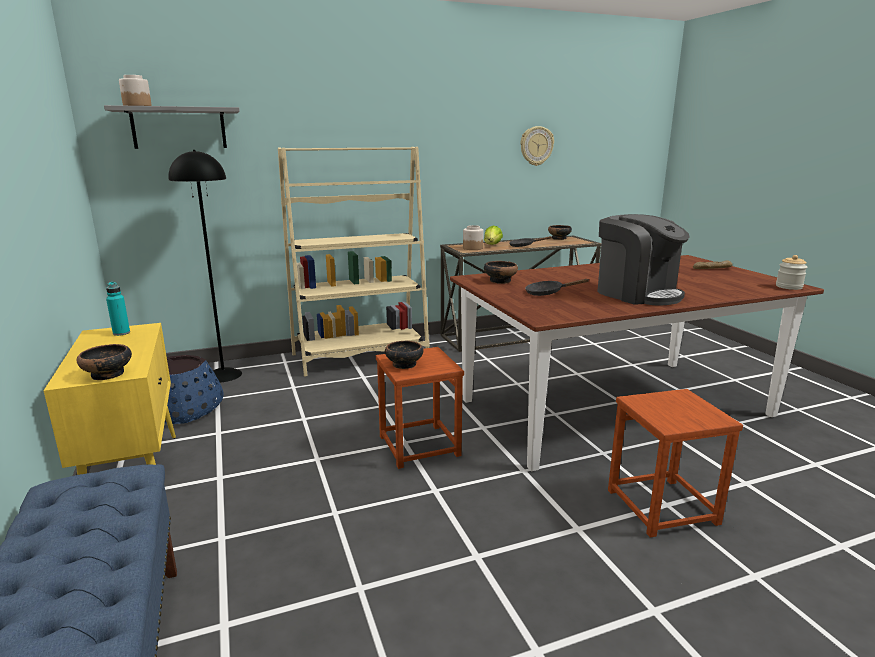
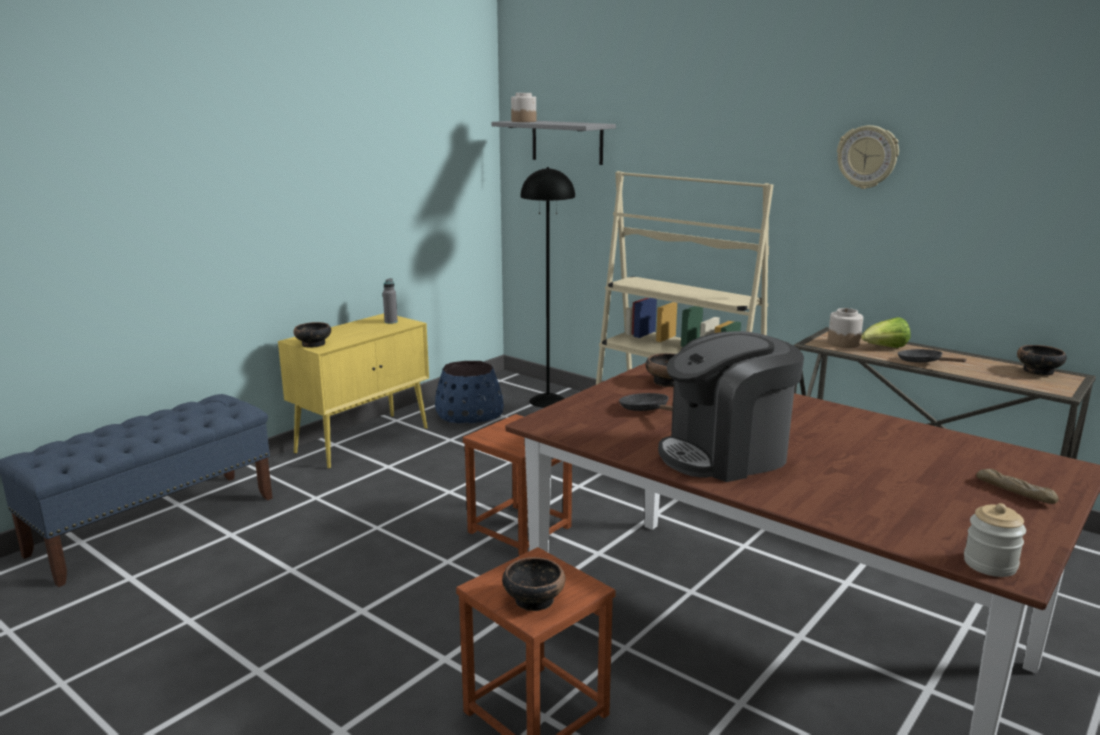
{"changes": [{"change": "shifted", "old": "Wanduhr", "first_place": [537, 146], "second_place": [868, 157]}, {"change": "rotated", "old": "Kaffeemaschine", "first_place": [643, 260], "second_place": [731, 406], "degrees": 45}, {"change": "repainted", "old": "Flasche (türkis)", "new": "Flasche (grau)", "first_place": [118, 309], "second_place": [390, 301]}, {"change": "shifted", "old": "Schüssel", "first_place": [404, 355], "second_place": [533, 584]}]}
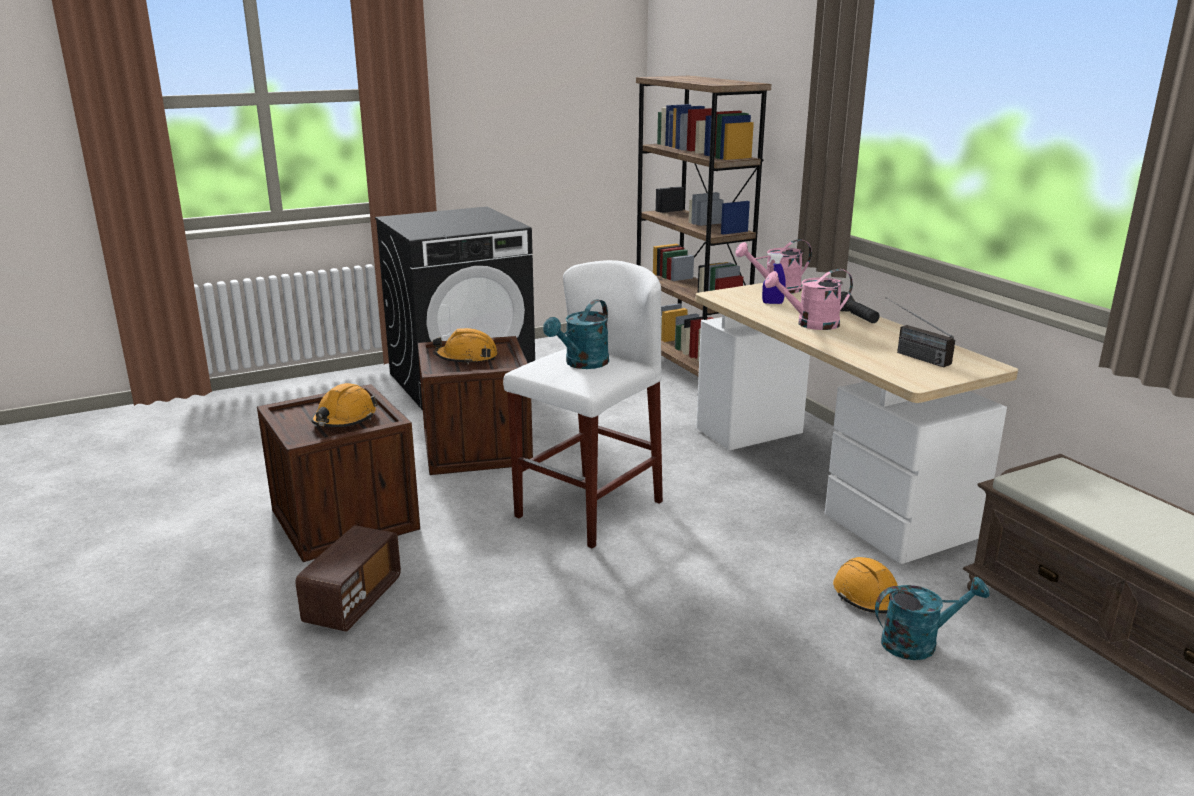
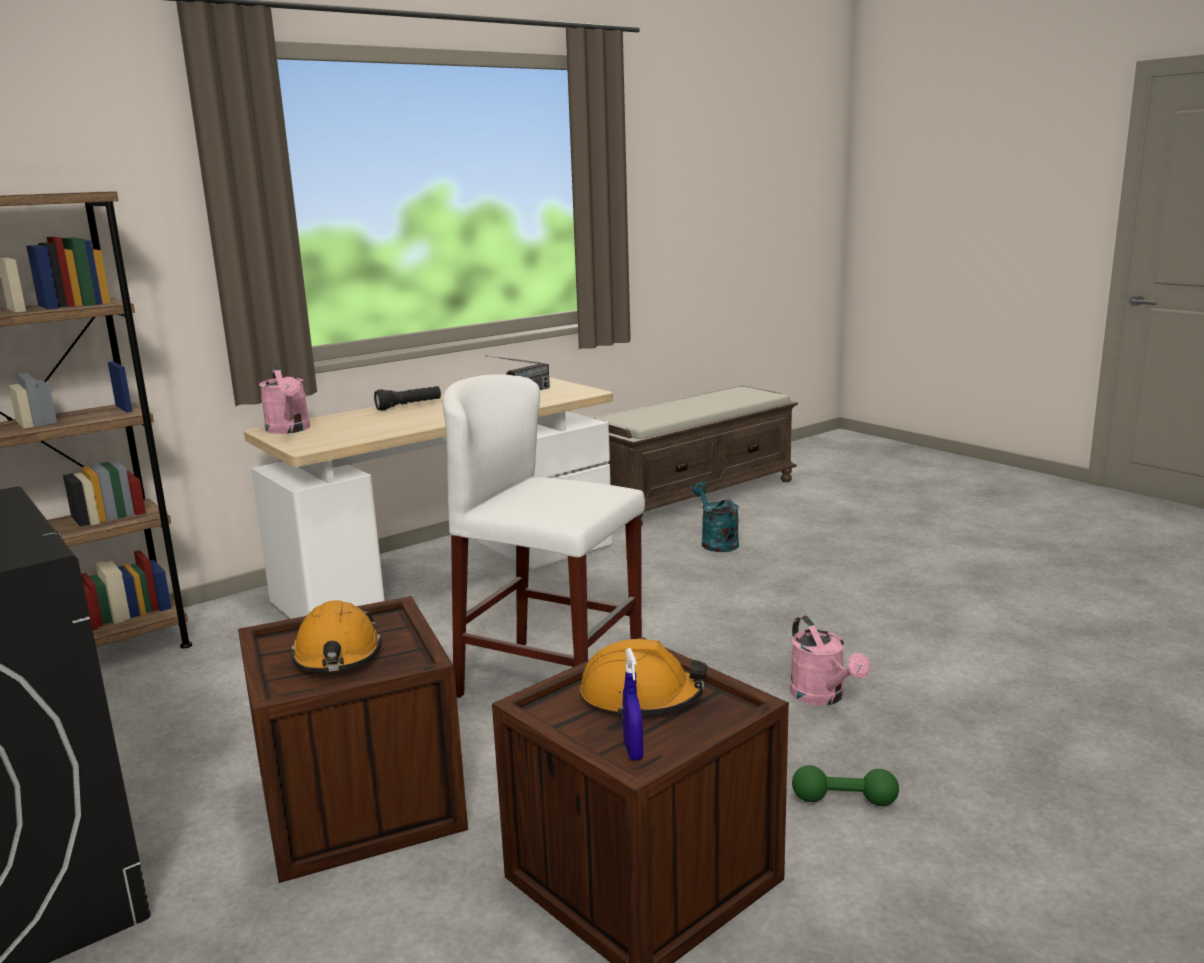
{"changes": [{"change": "shifted", "old": "Sprühflasche (blau)", "first_place": [774, 278], "second_place": [633, 704]}, {"change": "shifted", "old": "Gießkanne (rosa)", "first_place": [809, 299], "second_place": [830, 660]}, {"change": "gone", "old": "Gießkanne (türkis)", "first_place": [576, 334]}, {"change": "swapped", "old": "Radio", "new": "Hantel (grün)", "first_place": [348, 578], "second_place": [845, 785]}, {"change": "gone", "old": "Schutzhelm (orange)", "first_place": [865, 585]}]}
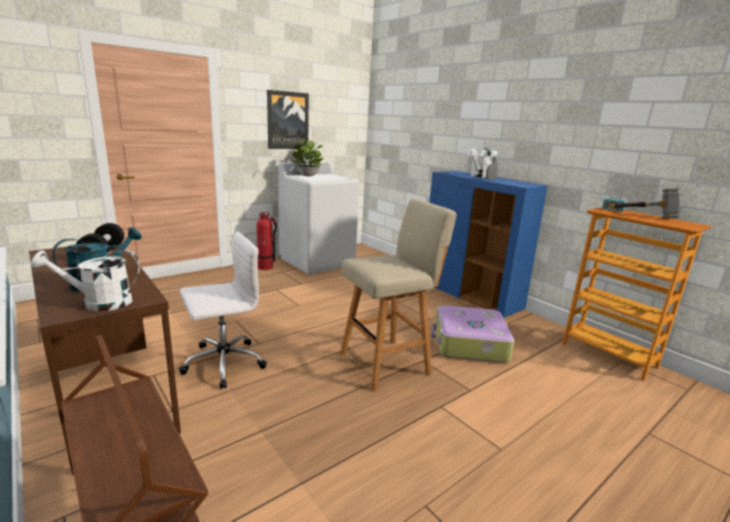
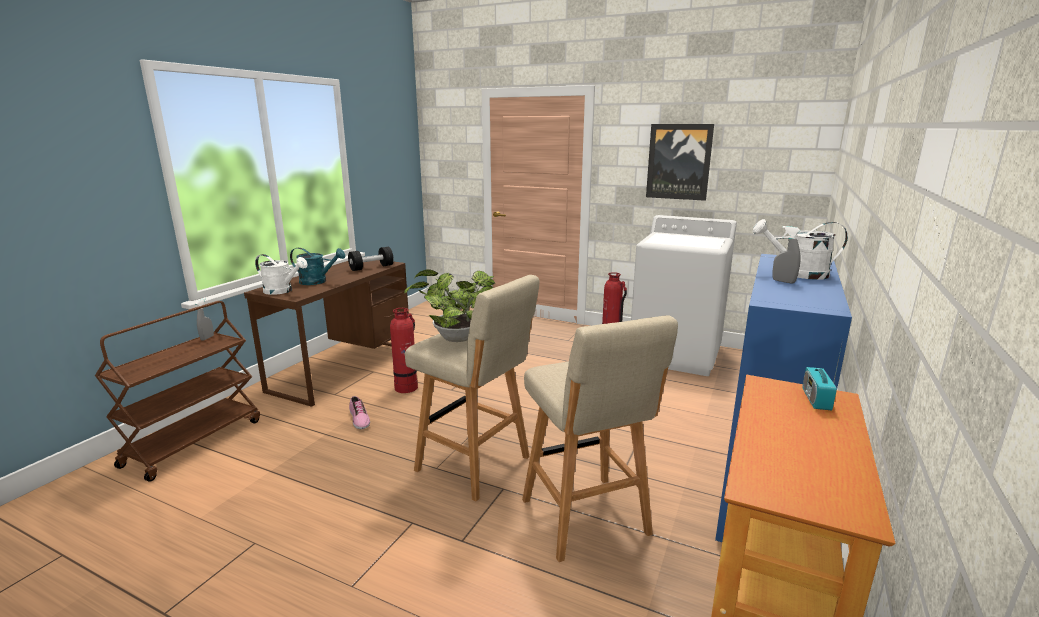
{"changes": [{"change": "shifted", "old": "Topfpflanze", "first_place": [308, 157], "second_place": [449, 305]}, {"change": "gone", "old": "Hammer", "first_place": [644, 203]}, {"change": "swapped", "old": "Bürostuhl (weiß)", "new": "Feuerlöscher", "first_place": [223, 310], "second_place": [404, 350]}, {"change": "rotated", "old": "Gießkanne (weiß)", "first_place": [85, 280], "second_place": [281, 274], "degrees": 150}, {"change": "swapped", "old": "Koffer", "new": "Hocker (beige)", "first_place": [472, 334], "second_place": [600, 438]}, {"change": "new", "new": "Sprühflasche (grau)", "second_place": [204, 319]}, {"change": "new", "new": "Schuh", "second_place": [359, 412]}]}
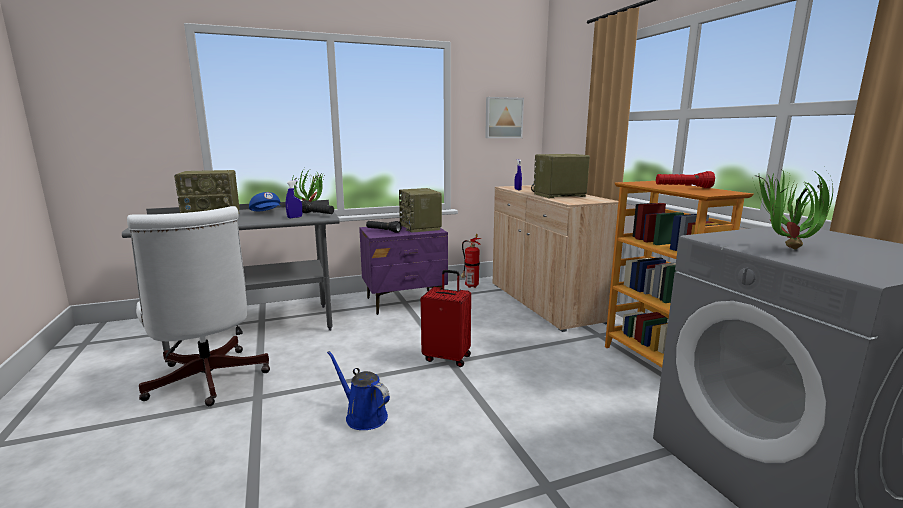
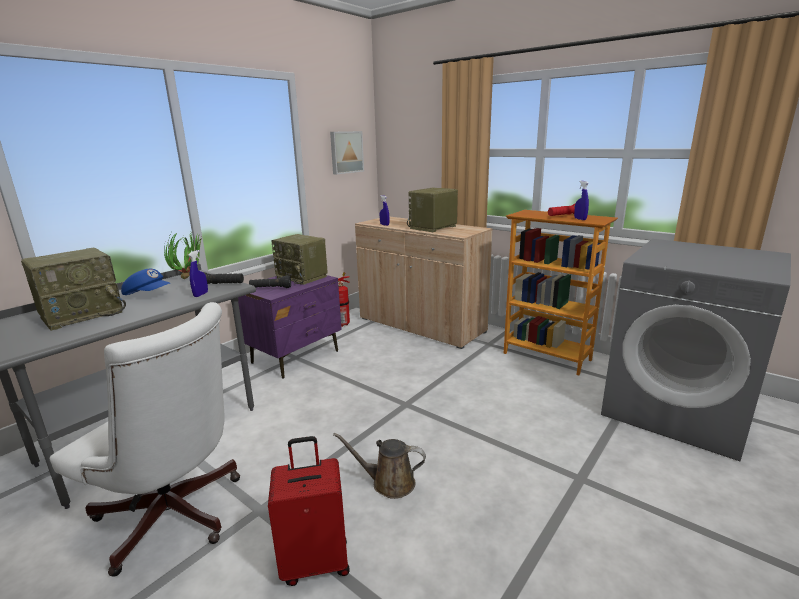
{"changes": [{"change": "gone", "old": "Topfpflanze", "first_place": [793, 210]}, {"change": "shifted", "old": "Koffer (rot)", "first_place": [446, 318], "second_place": [309, 511]}, {"change": "repainted", "old": "Gießkanne (blau)", "new": "Gießkanne (braun)", "first_place": [358, 390], "second_place": [379, 466]}, {"change": "new", "new": "Sprühflasche (blau)", "second_place": [581, 200]}]}
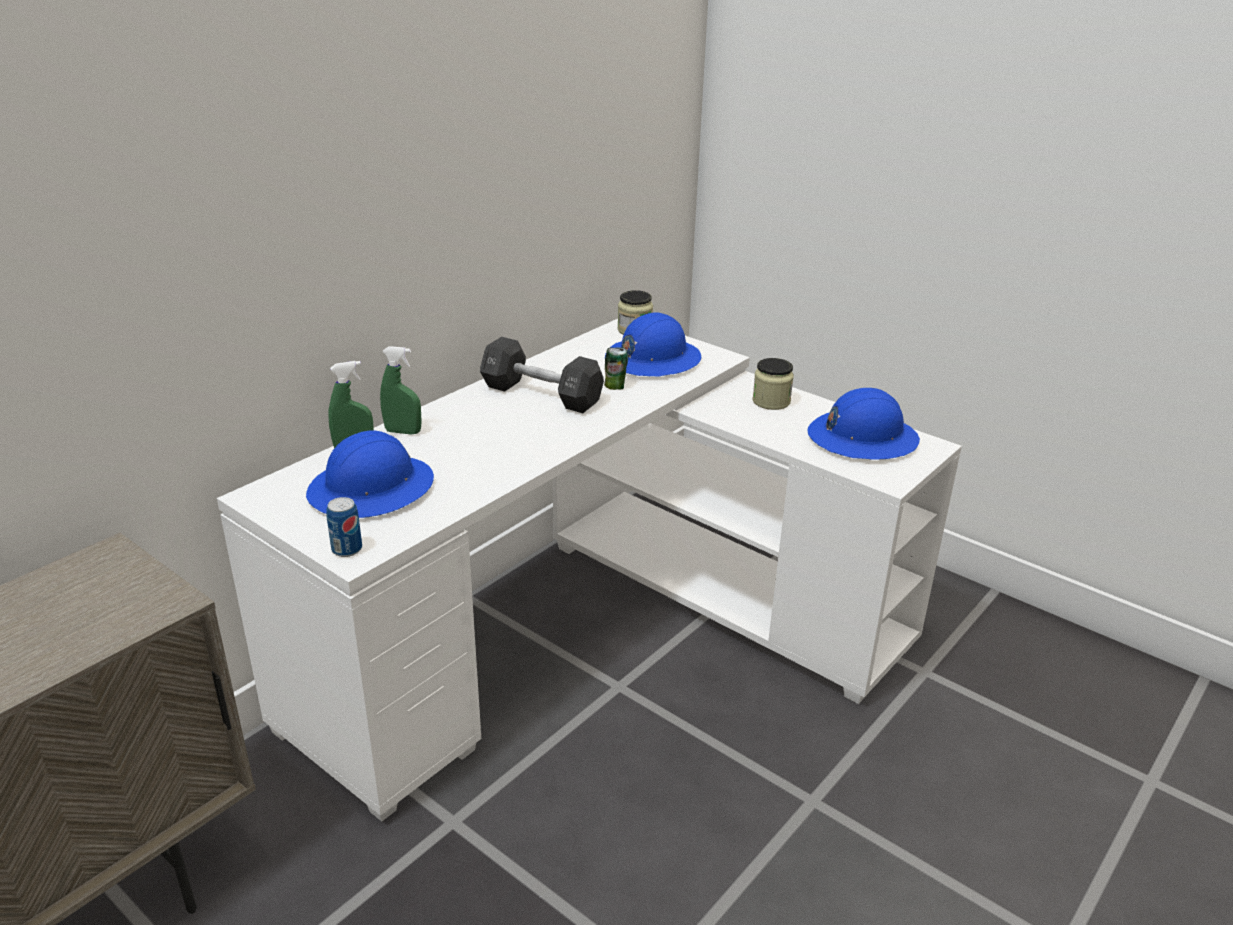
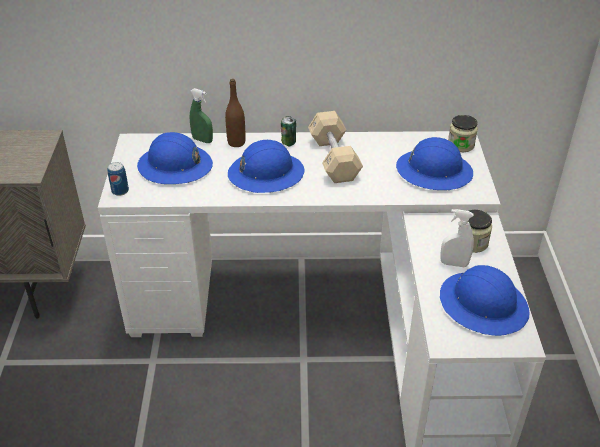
{"changes": [{"change": "repainted", "old": "Hantel (schwarz)", "new": "Hantel (beige)", "first_place": [542, 375], "second_place": [335, 147]}, {"change": "swapped", "old": "Sprühflasche (grün)", "new": "Flasche (braun)", "first_place": [401, 390], "second_place": [235, 113]}, {"change": "shifted", "old": "Dose", "first_place": [616, 368], "second_place": [288, 131]}, {"change": "new", "new": "Schutzhelm (blau)", "second_place": [266, 166]}, {"change": "new", "new": "Sprühflasche (weiß)", "second_place": [457, 238]}]}
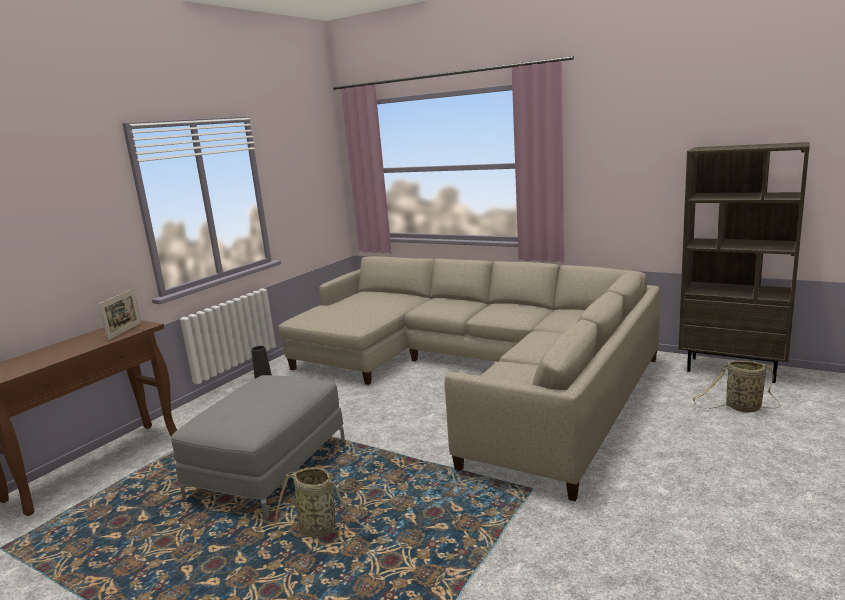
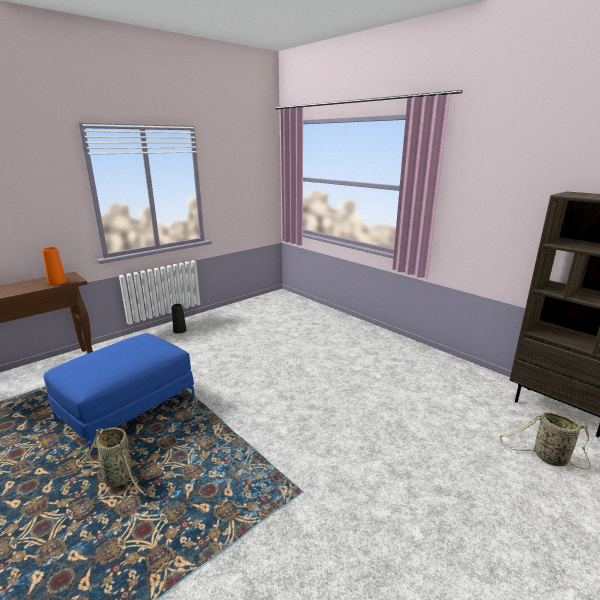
{"changes": [{"change": "gone", "old": "Sofa (beige)", "first_place": [469, 378]}, {"change": "swapped", "old": "Bilderrahmen", "new": "Vase (orange)", "first_place": [120, 315], "second_place": [54, 266]}, {"change": "repainted", "old": "Polsterhocker (grau)", "new": "Polsterhocker (blau)", "first_place": [258, 447], "second_place": [119, 394]}]}
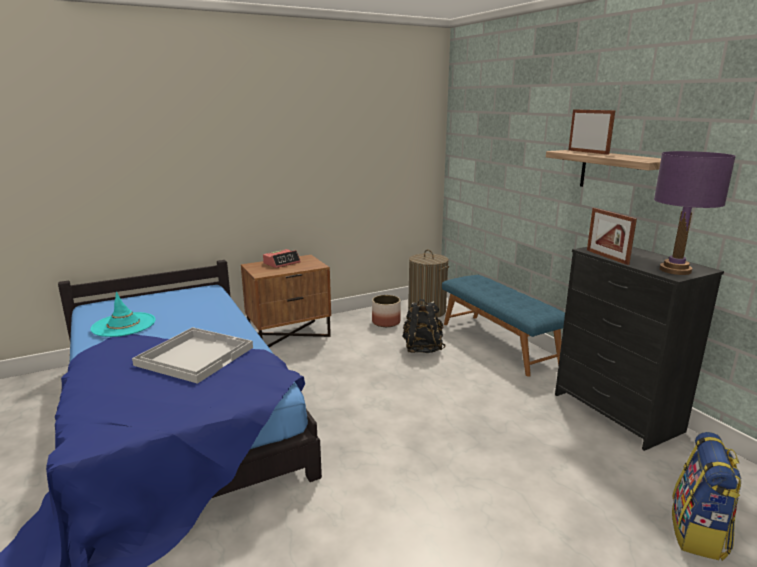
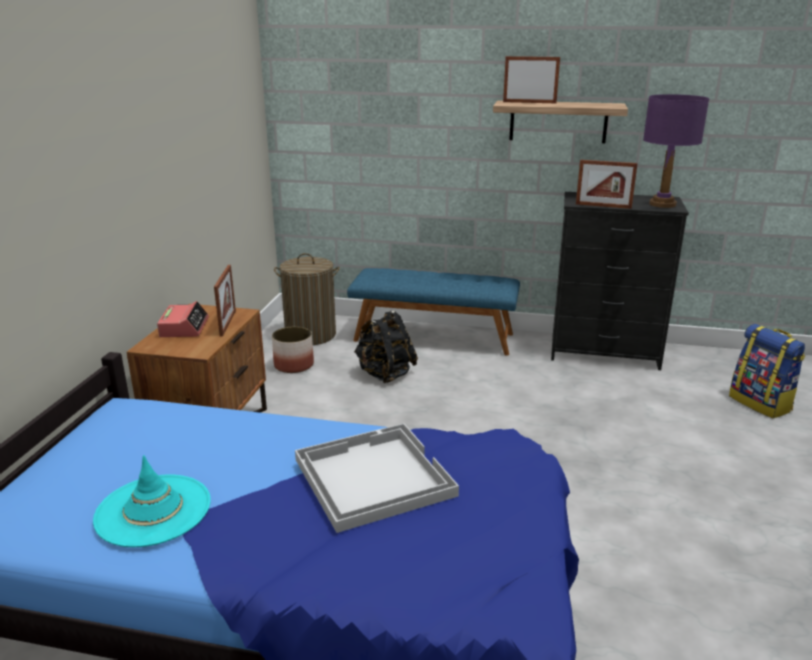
{"changes": [{"change": "new", "new": "Bilderrahmen", "second_place": [225, 301]}]}
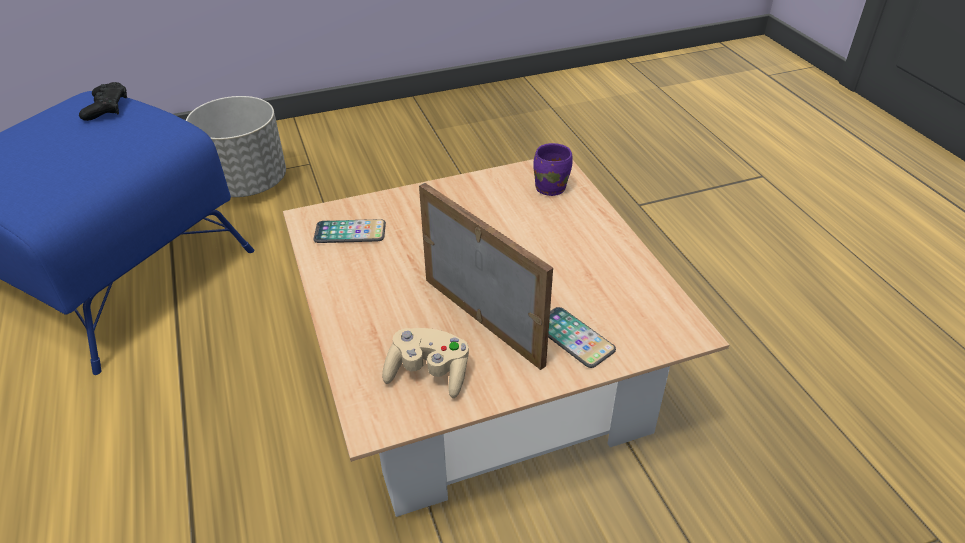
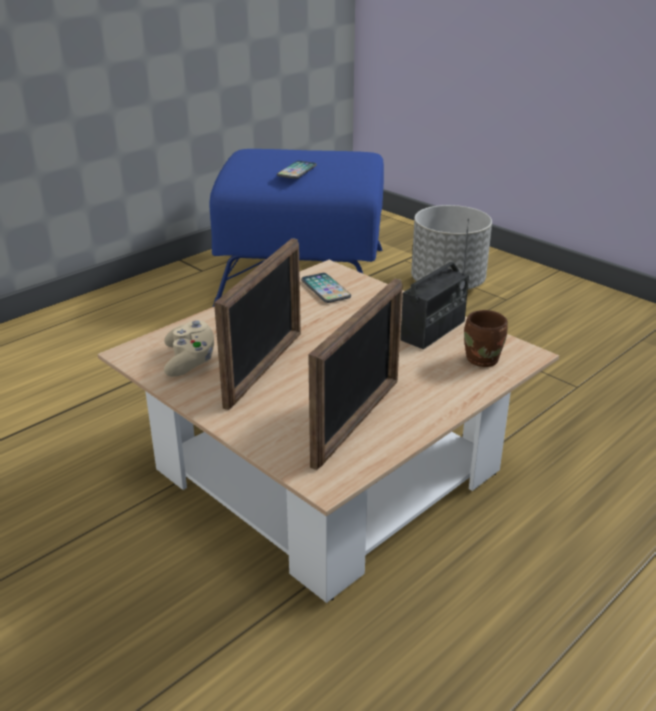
{"changes": [{"change": "gone", "old": "Gamepad (schwarz)", "first_place": [103, 101]}, {"change": "repainted", "old": "Henkelbecher (lila)", "new": "Henkelbecher (braun)", "first_place": [553, 169], "second_place": [486, 338]}, {"change": "shifted", "old": "Handy", "first_place": [582, 337], "second_place": [297, 170]}, {"change": "new", "new": "Radio", "second_place": [434, 284]}, {"change": "new", "new": "Bilderrahmen", "second_place": [355, 374]}]}
